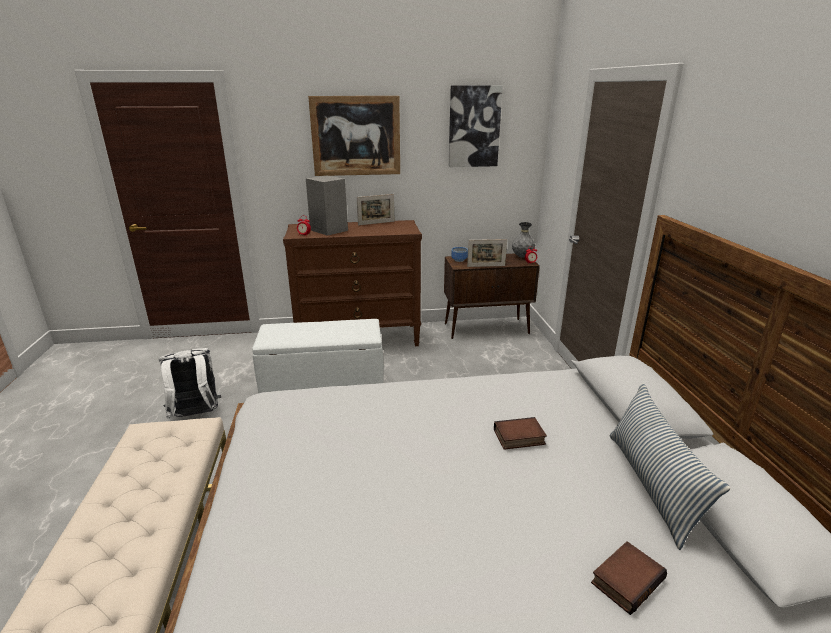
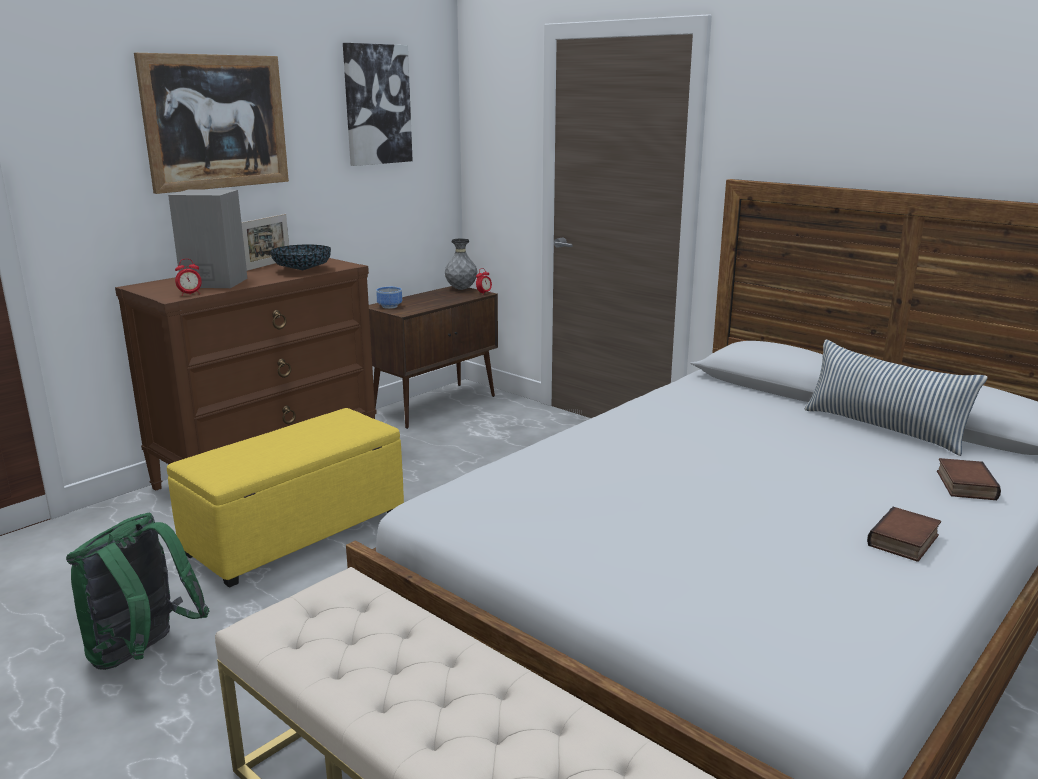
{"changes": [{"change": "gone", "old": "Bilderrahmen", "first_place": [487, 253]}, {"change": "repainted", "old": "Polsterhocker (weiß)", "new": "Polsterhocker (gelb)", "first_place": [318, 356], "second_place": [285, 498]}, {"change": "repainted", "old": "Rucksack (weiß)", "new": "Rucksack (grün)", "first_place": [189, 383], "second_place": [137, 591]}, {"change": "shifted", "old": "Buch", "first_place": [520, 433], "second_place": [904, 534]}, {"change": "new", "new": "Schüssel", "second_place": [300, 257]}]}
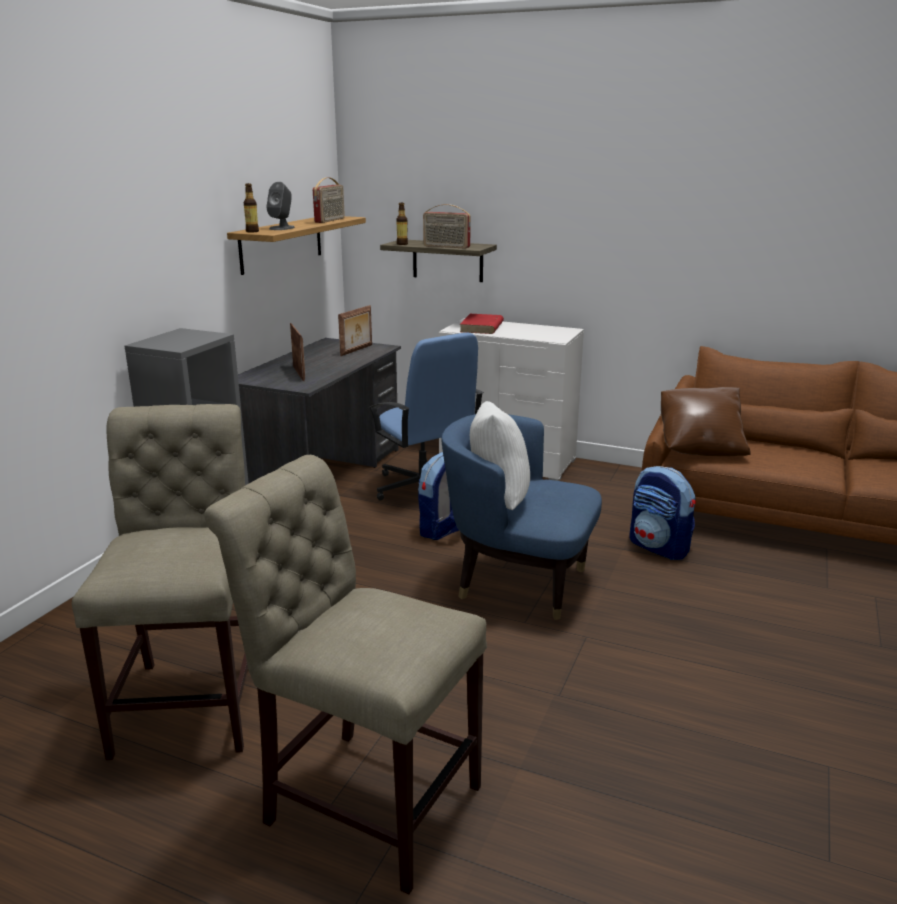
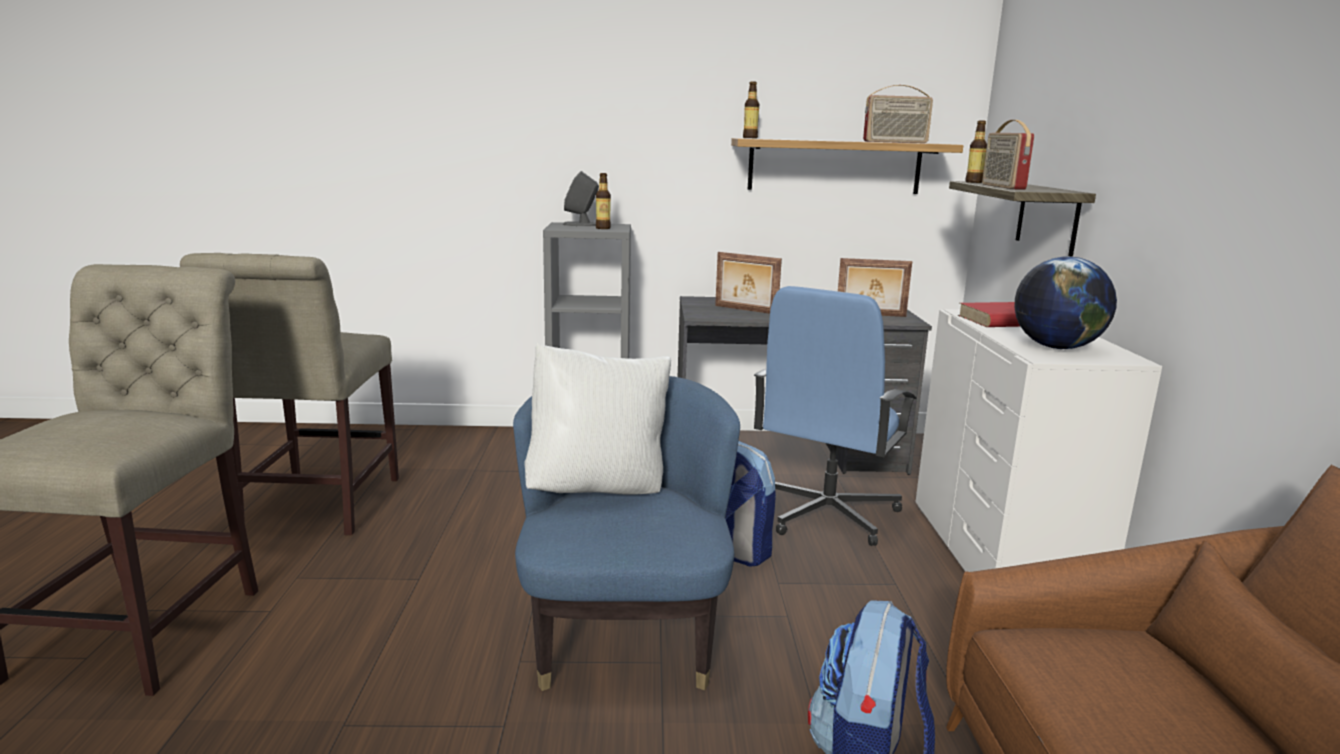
{"changes": [{"change": "shifted", "old": "Lautsprecher (grau)", "first_place": [280, 206], "second_place": [581, 198]}, {"change": "rotated", "old": "Bilderrahmen", "first_place": [297, 352], "second_place": [748, 283], "degrees": 75}, {"change": "gone", "old": "Kissen (braun)", "first_place": [706, 421]}, {"change": "rotated", "old": "Stuhl (beige)", "first_place": [160, 582], "second_place": [289, 394], "degrees": 120}, {"change": "new", "new": "Flasche", "second_place": [603, 201]}, {"change": "new", "new": "Globus", "second_place": [1065, 302]}]}
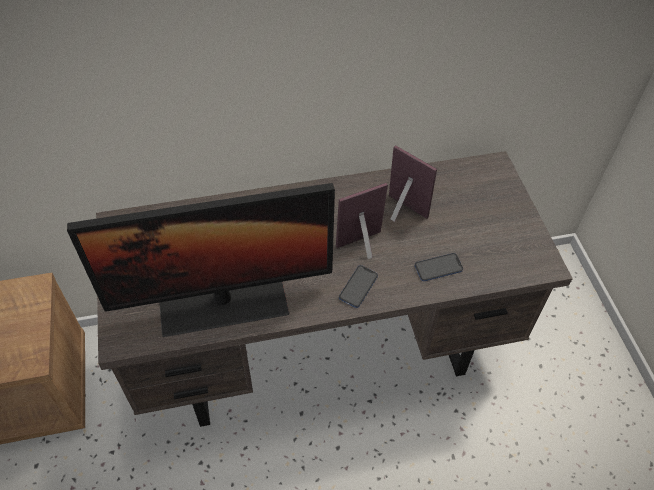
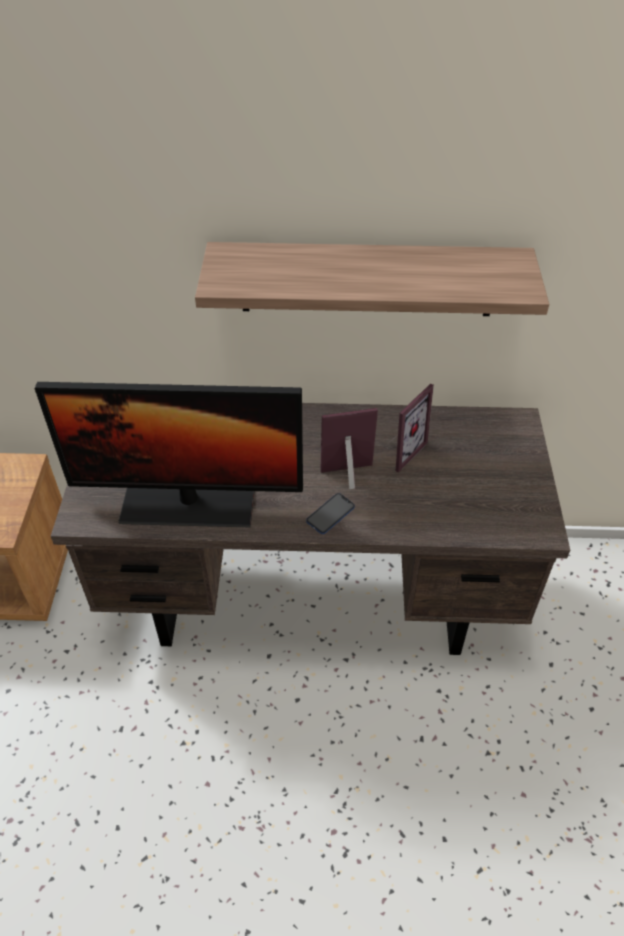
{"changes": [{"change": "rotated", "old": "Bilderrahmen", "first_place": [413, 183], "second_place": [412, 428], "degrees": 75}, {"change": "gone", "old": "Handy", "first_place": [439, 267]}, {"change": "new", "new": "Wandregal", "second_place": [372, 279]}]}
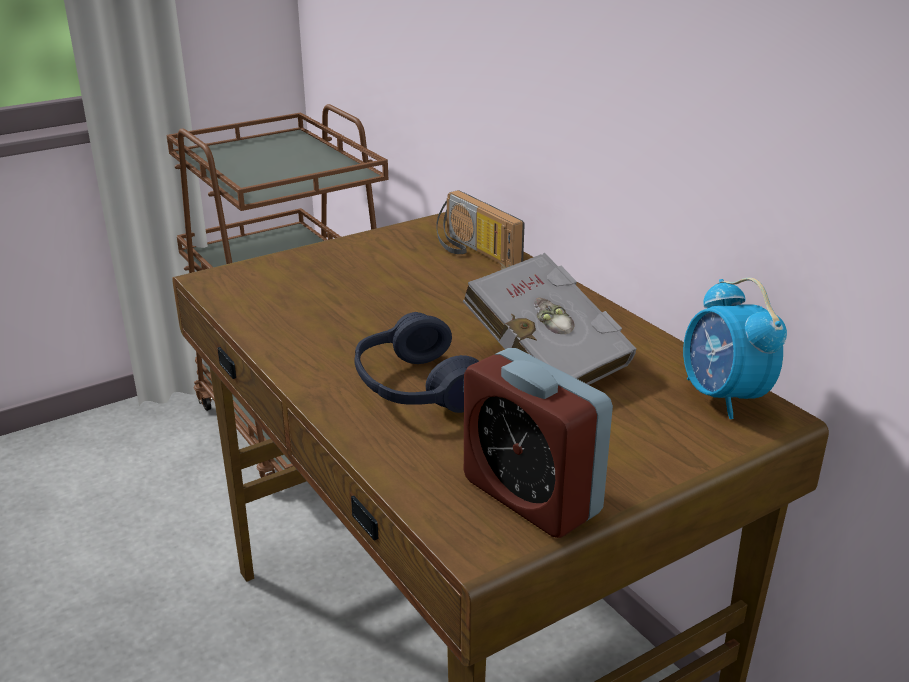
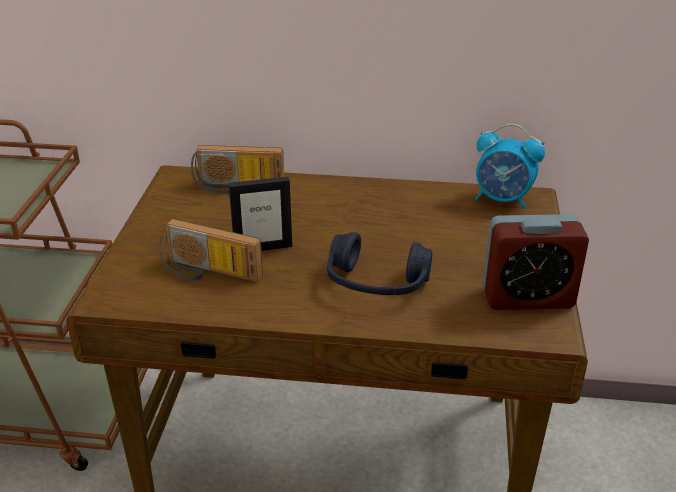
{"changes": [{"change": "gone", "old": "Buch (grau)", "first_place": [549, 319]}, {"change": "new", "new": "Bilderrahmen", "second_place": [260, 213]}, {"change": "new", "new": "Radio", "second_place": [211, 250]}]}
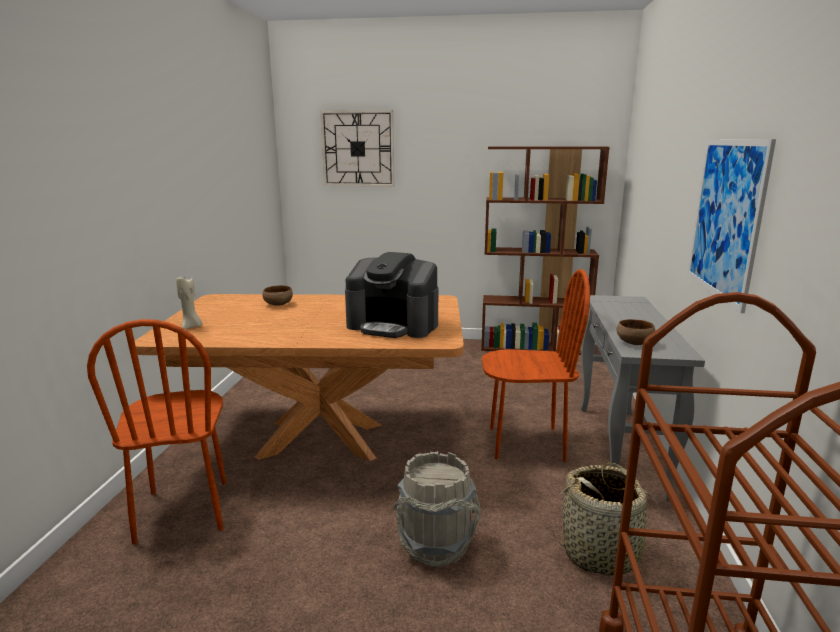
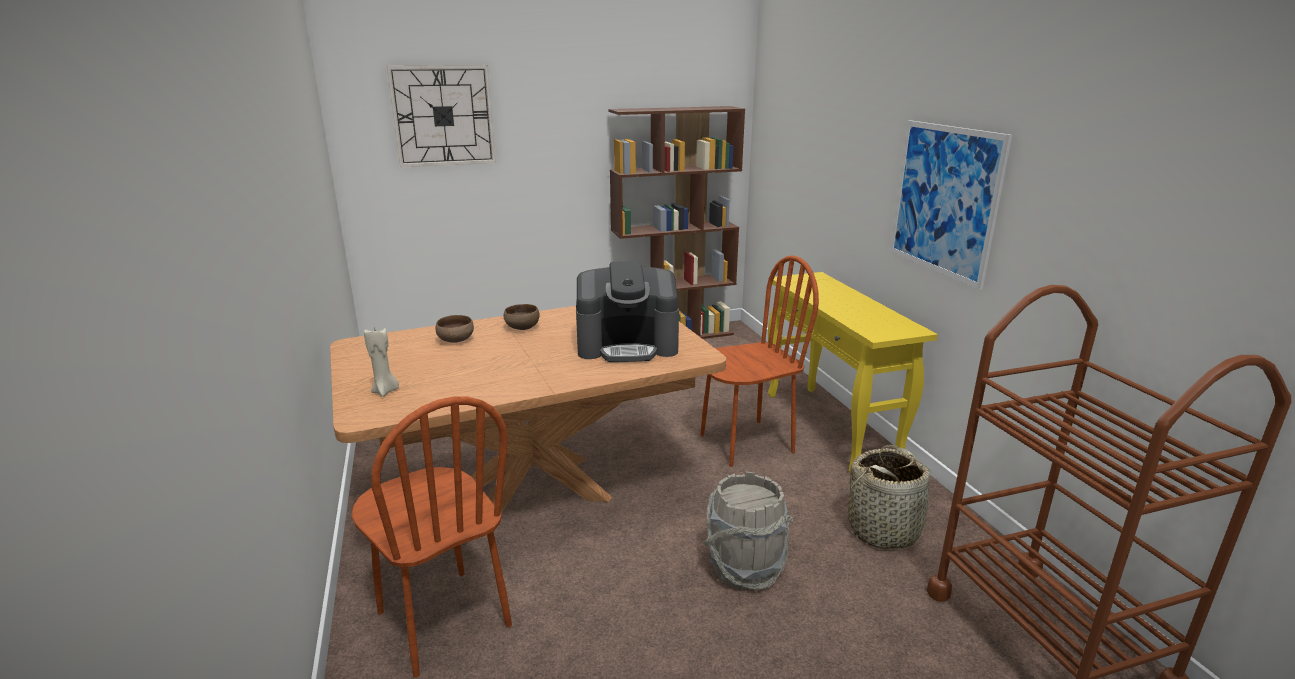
{"changes": [{"change": "repainted", "old": "Konsolentisch (grau)", "new": "Konsolentisch (gelb)", "first_place": [643, 398], "second_place": [853, 372]}, {"change": "shifted", "old": "Schüssel (braun)", "first_place": [636, 332], "second_place": [522, 317]}]}
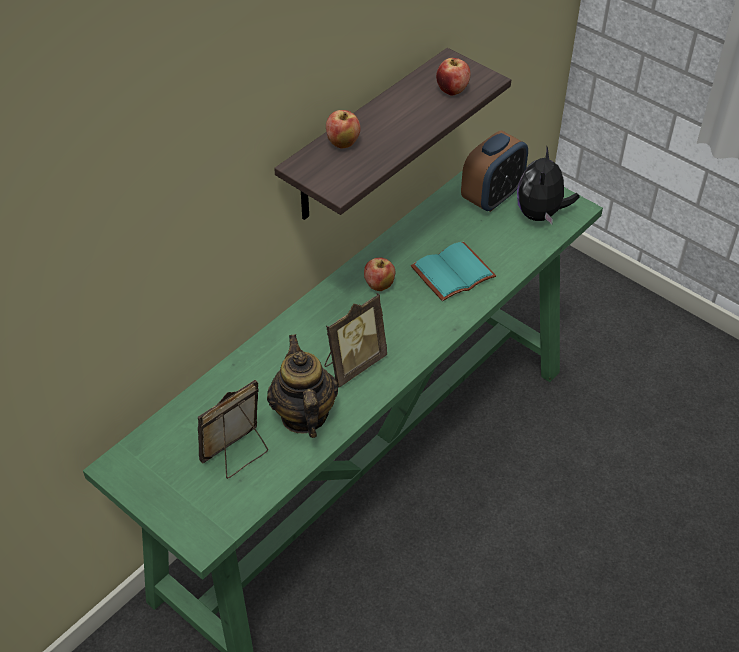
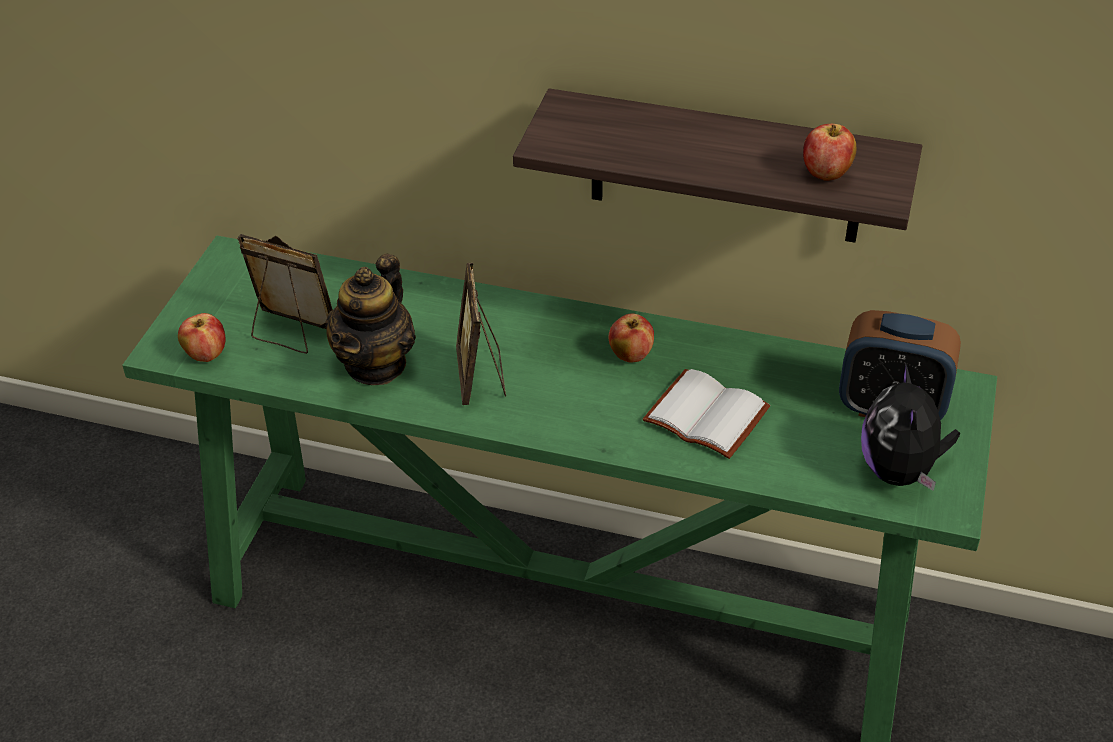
{"changes": [{"change": "shifted", "old": "Apfel", "first_place": [343, 129], "second_place": [202, 337]}, {"change": "rotated", "old": "Plüschtier", "first_place": [548, 184], "second_place": [910, 426], "degrees": -75}, {"change": "repainted", "old": "Buch (türkis)", "new": "Buch (weiß)", "first_place": [453, 271], "second_place": [707, 414]}, {"change": "rotated", "old": "Bilderrahmen", "first_place": [355, 340], "second_place": [481, 334], "degrees": 60}, {"change": "rotated", "old": "Teekanne", "first_place": [303, 386], "second_place": [370, 319], "degrees": 150}]}
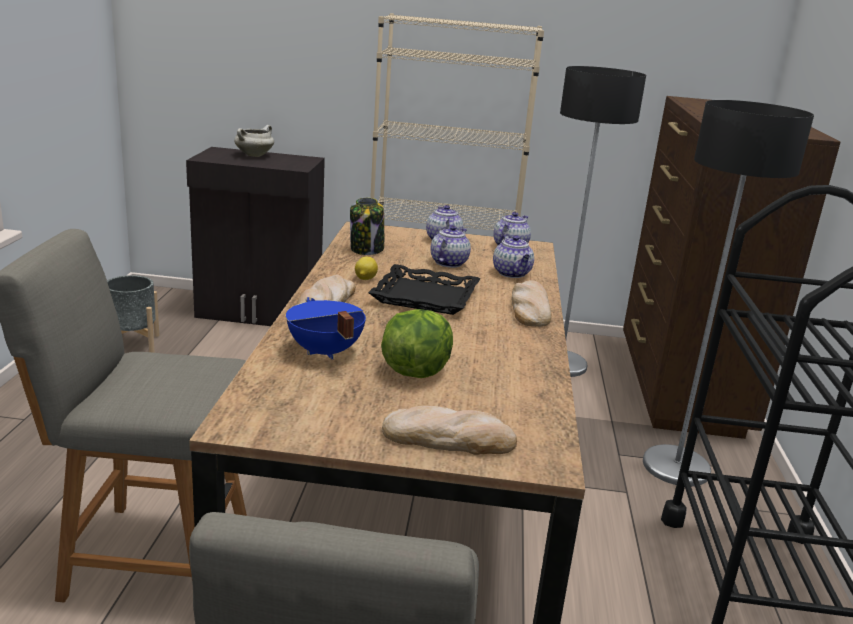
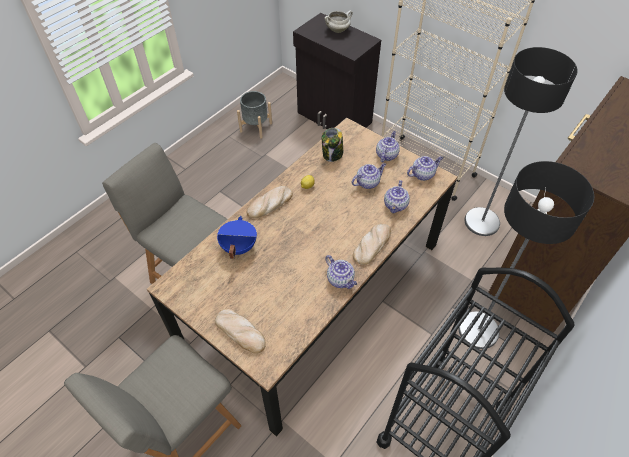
{"changes": [{"change": "gone", "old": "Tablett (schwarz)", "first_place": [424, 289]}, {"change": "gone", "old": "Salatkopf", "first_place": [417, 343]}, {"change": "new", "new": "Teekanne", "second_place": [341, 272]}]}
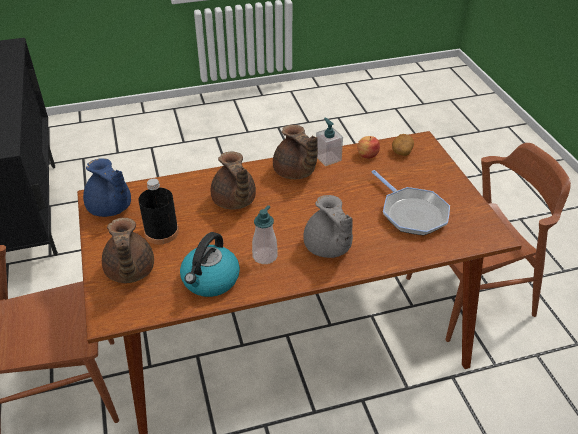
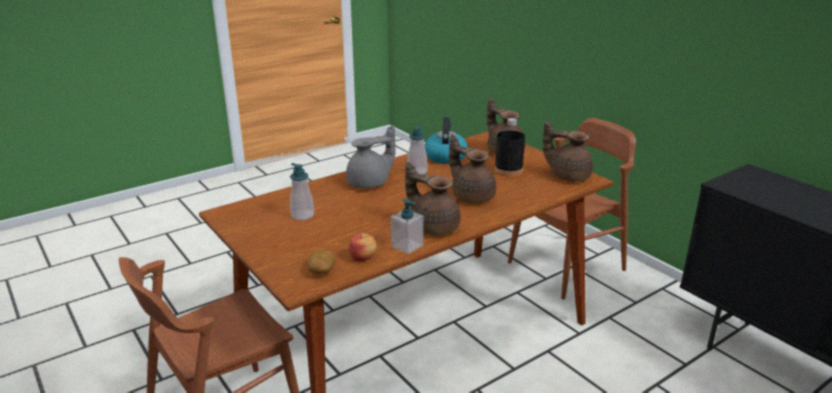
{"changes": [{"change": "repainted", "old": "Teekanne (blau)", "new": "Teekanne (braun)", "first_place": [107, 187], "second_place": [568, 151]}, {"change": "swapped", "old": "Pfanne", "new": "Seifenspender", "first_place": [411, 203], "second_place": [302, 191]}, {"change": "rotated", "old": "Teekanne (grau)", "first_place": [328, 226], "second_place": [371, 156], "degrees": 105}]}
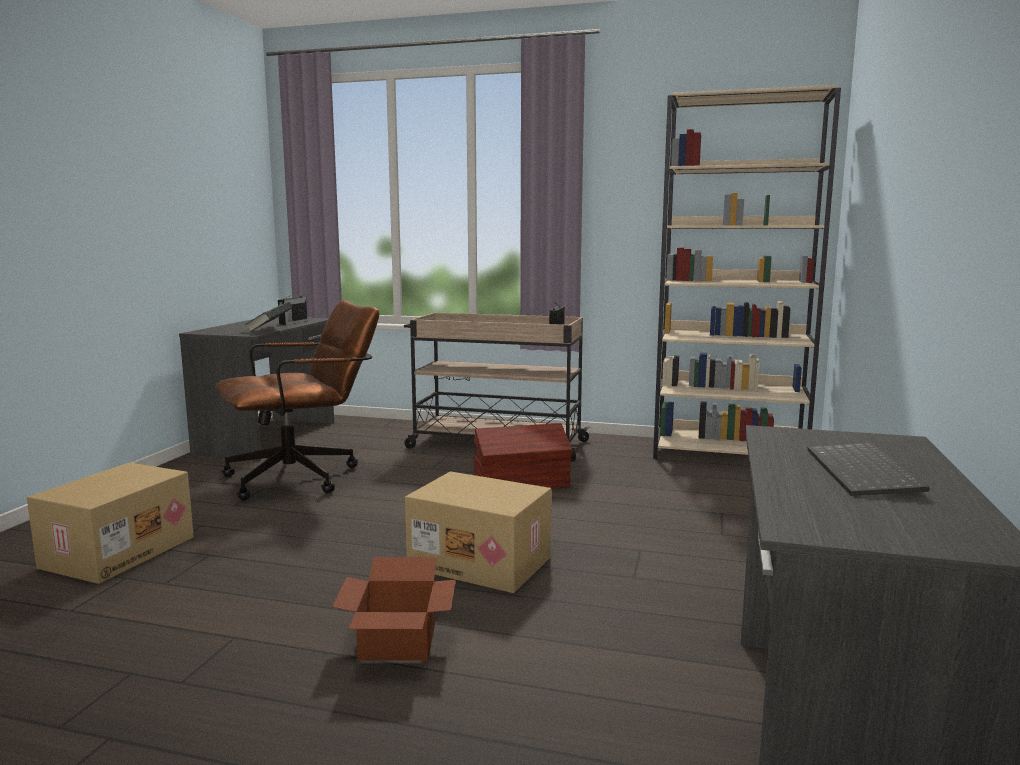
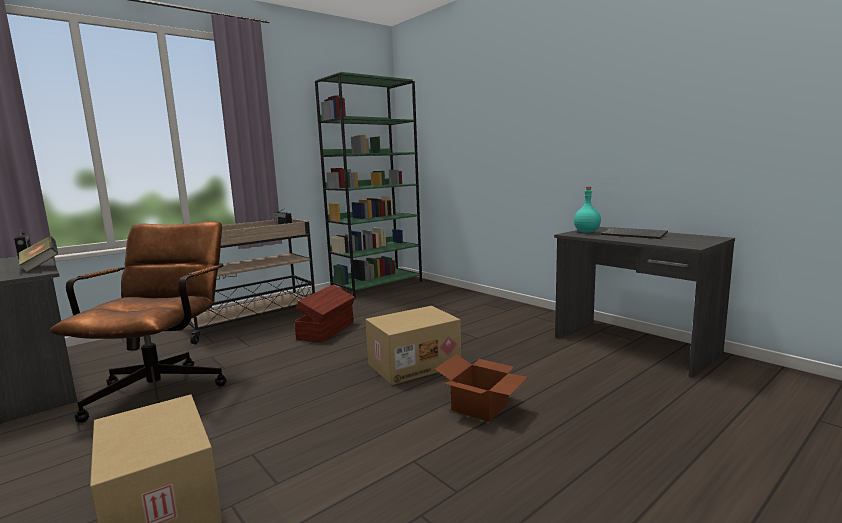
{"changes": [{"change": "repainted", "old": "Bücherregal (beige)", "new": "Bücherregal (grün)", "first_place": [747, 272], "second_place": [368, 185]}, {"change": "new", "new": "Flasche (türkis)", "second_place": [587, 210]}]}
